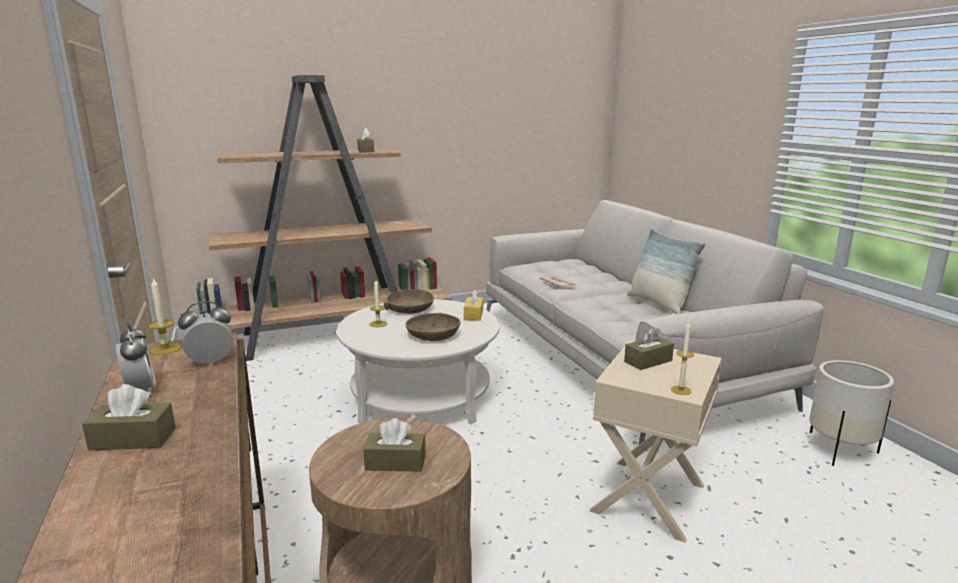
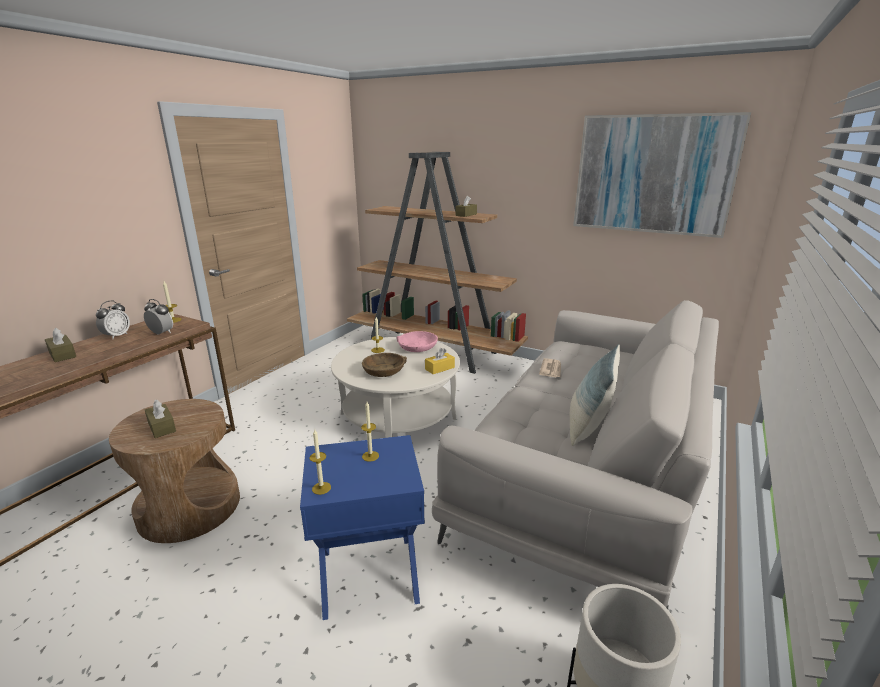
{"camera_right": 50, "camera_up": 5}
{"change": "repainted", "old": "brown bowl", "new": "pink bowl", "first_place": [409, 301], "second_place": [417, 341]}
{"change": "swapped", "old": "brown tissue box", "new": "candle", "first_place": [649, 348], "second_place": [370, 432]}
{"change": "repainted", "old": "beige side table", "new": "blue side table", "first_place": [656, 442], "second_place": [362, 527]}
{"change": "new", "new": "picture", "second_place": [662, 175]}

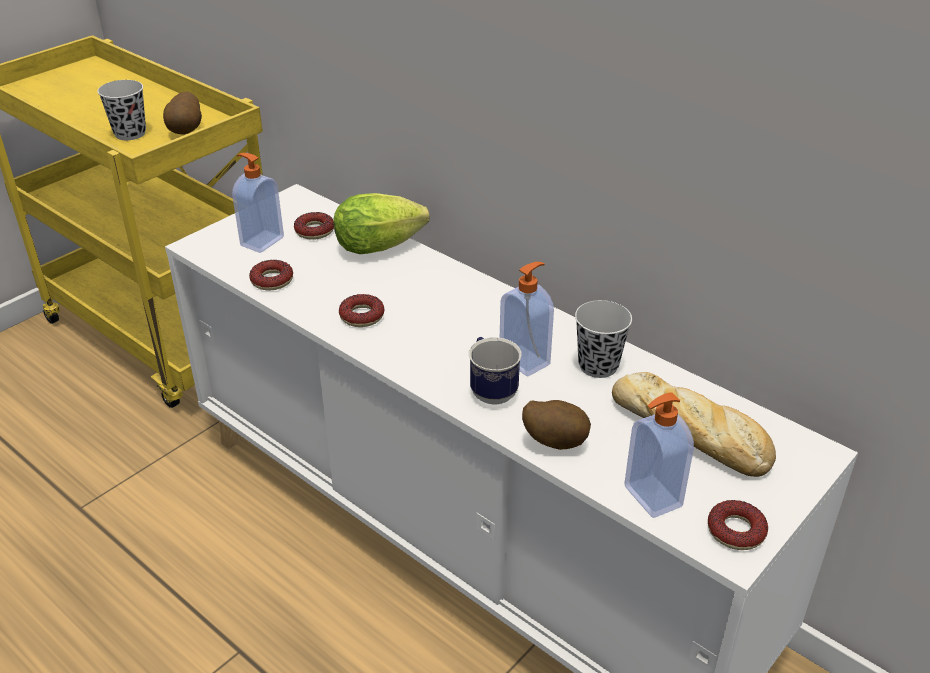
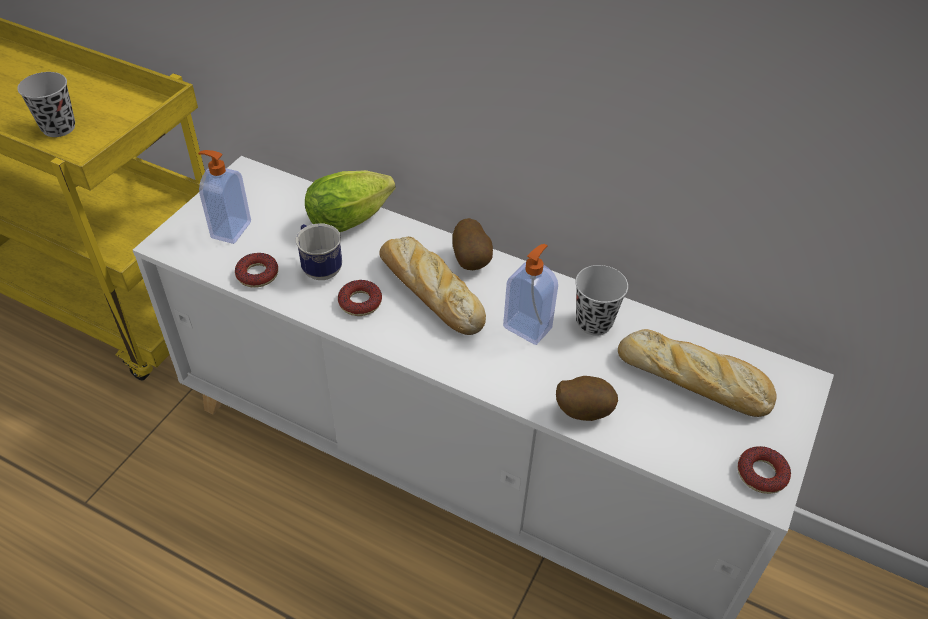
{"camera_right": -15, "camera_up": 10}
{"change": "shifted", "old": "potato", "first_place": [182, 113], "second_place": [472, 244]}
{"change": "gone", "old": "donut", "first_place": [314, 226]}
{"change": "shifted", "old": "mug", "first_place": [495, 371], "second_place": [319, 252]}
{"change": "gone", "old": "soap dispenser", "first_place": [659, 455]}
{"change": "new", "new": "bread", "second_place": [432, 286]}

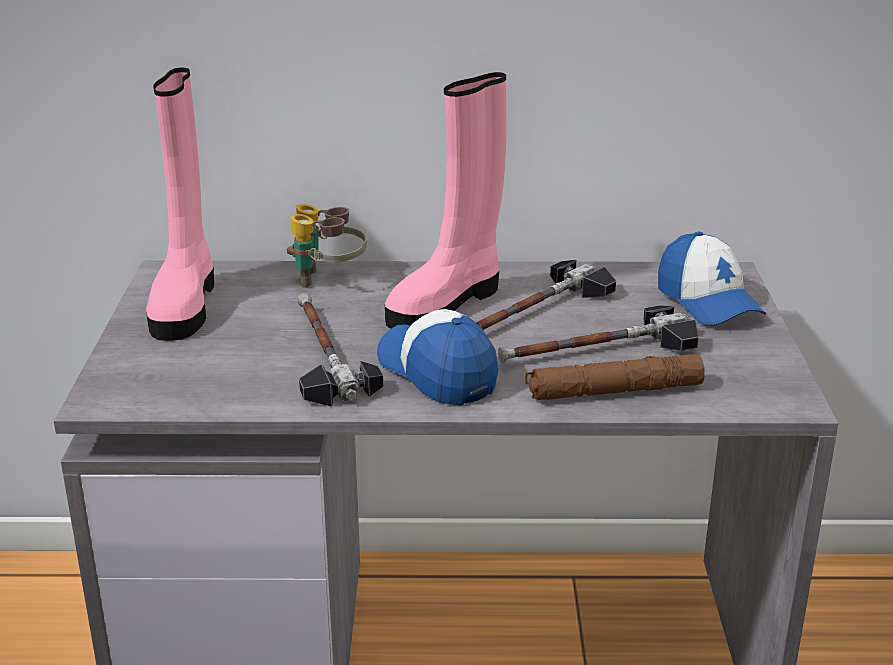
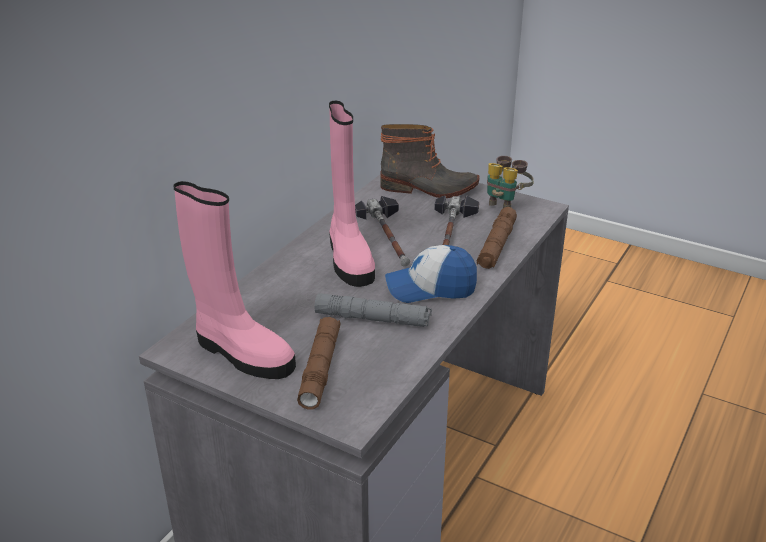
{"camera_right": -60, "camera_up": 5}
{"change": "shifted", "old": "binoculars", "first_place": [327, 246], "second_place": [510, 182]}
{"change": "swapped", "old": "cap", "new": "boot", "first_place": [712, 278], "second_place": [430, 161]}
{"change": "swapped", "old": "hammer", "new": "grey flashlight", "first_place": [340, 350], "second_place": [373, 310]}
{"change": "new", "new": "brown flashlight", "second_place": [319, 363]}

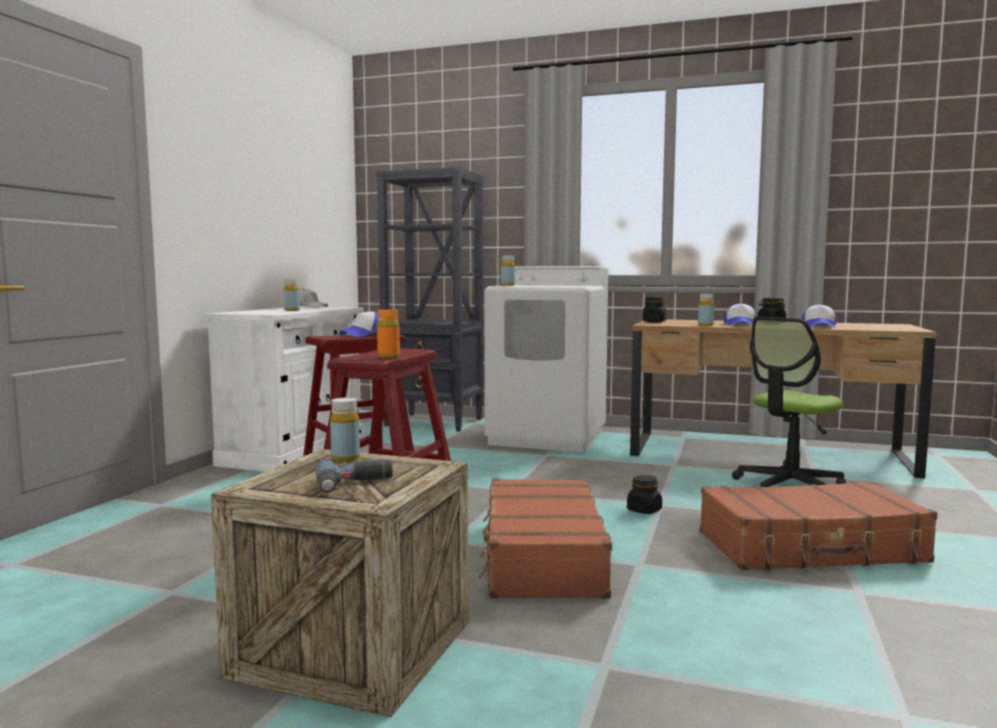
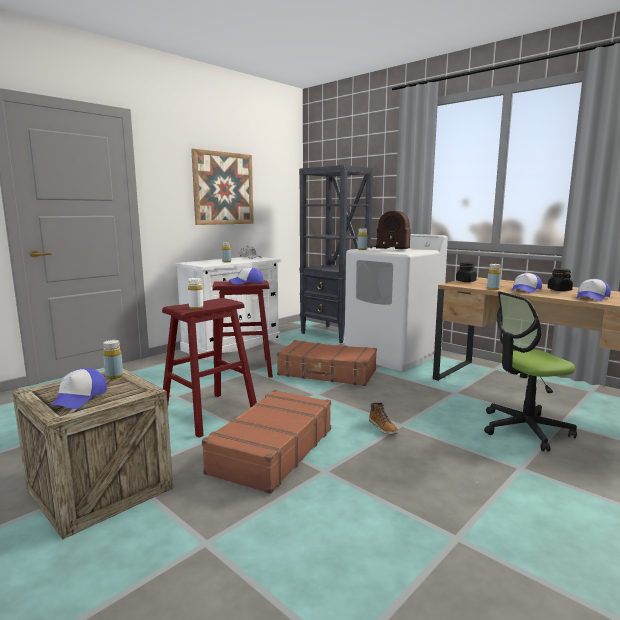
{"camera_right": 25, "camera_up": 5}
{"change": "repainted", "old": "orange bottle", "new": "white bottle", "first_place": [388, 334], "second_place": [195, 294]}
{"change": "swapped", "old": "power drill", "new": "cap", "first_place": [354, 476], "second_place": [79, 388]}
{"change": "swapped", "old": "black jar", "new": "boot", "first_place": [644, 494], "second_place": [384, 418]}
{"change": "shifted", "old": "brown suitcase", "first_place": [819, 525], "second_place": [327, 363]}
{"change": "new", "new": "picture", "second_place": [222, 187]}
{"change": "new", "new": "radio", "second_place": [390, 230]}

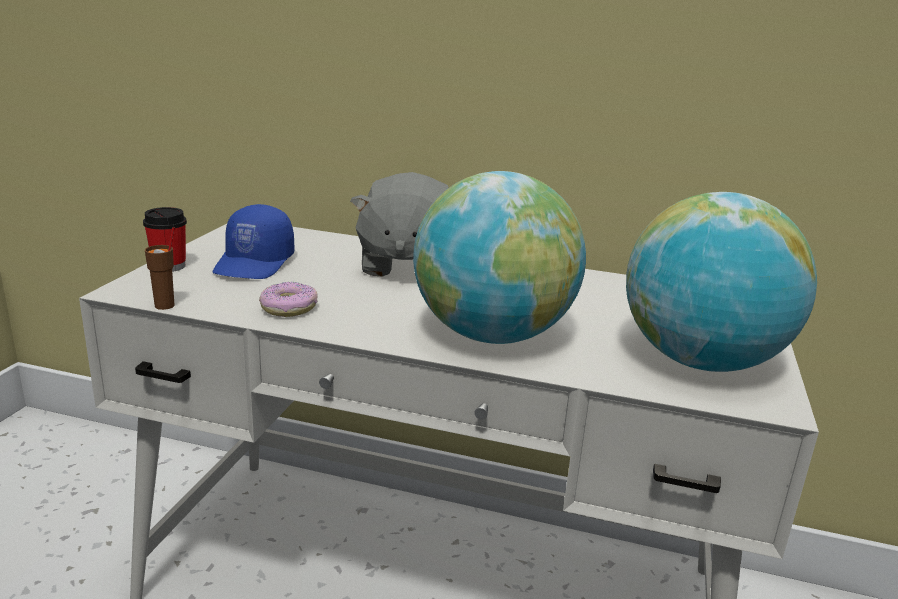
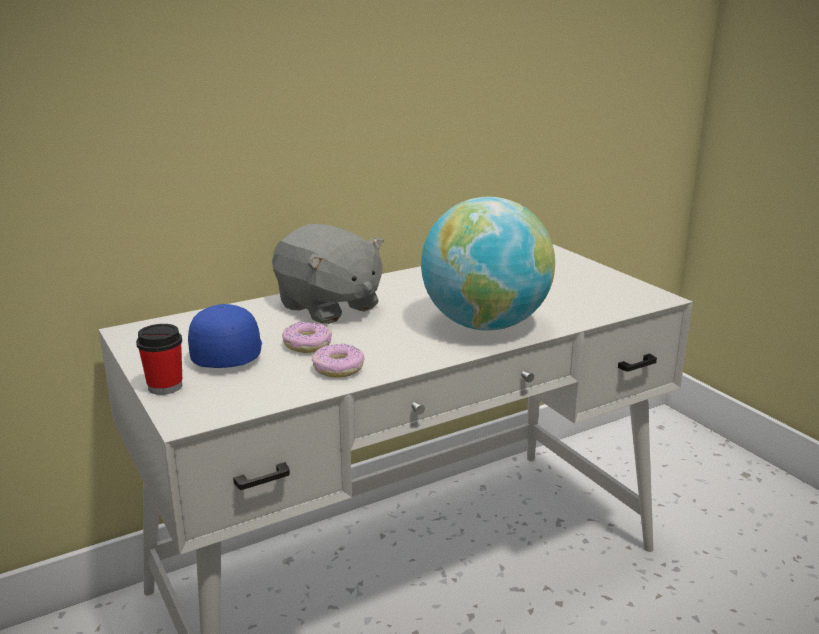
{"camera_right": -45, "camera_up": 0}
{"change": "gone", "old": "globe", "first_place": [721, 282]}
{"change": "rotated", "old": "blue cap", "first_place": [253, 241], "second_place": [225, 336], "degrees": -150}
{"change": "gone", "old": "brown cup", "first_place": [160, 268]}
{"change": "new", "new": "donut", "second_place": [307, 337]}

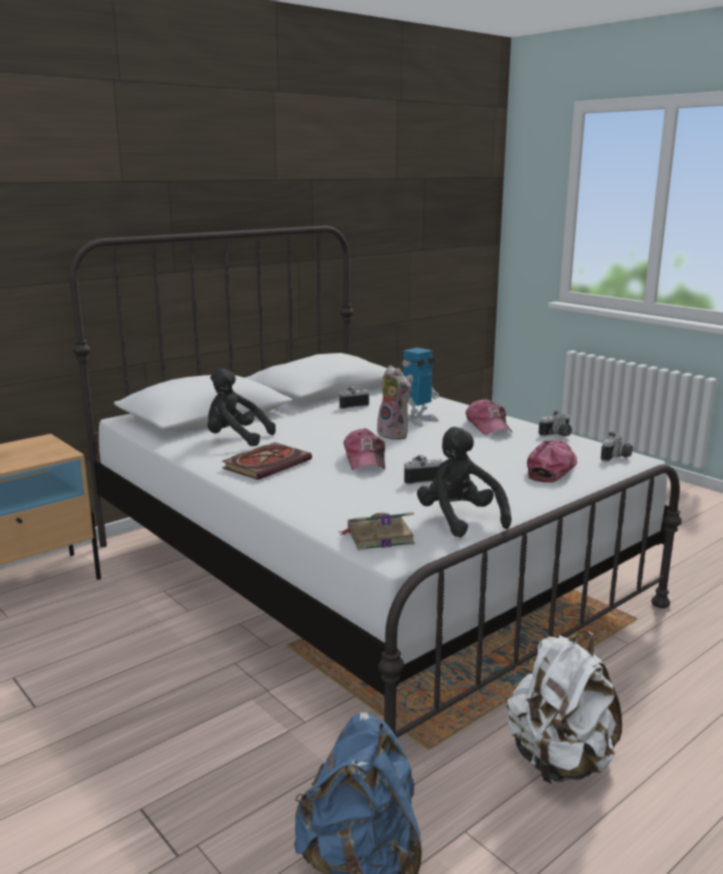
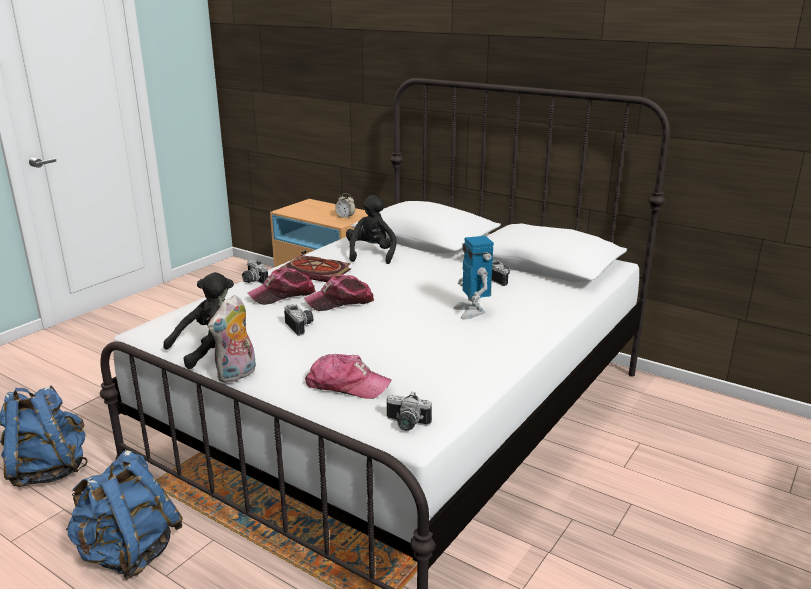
{"camera_right": 75, "camera_up": 5}
{"change": "rotated", "old": "toy robot", "first_place": [420, 387], "second_place": [473, 277], "degrees": 45}
{"change": "shifted", "old": "plush toy", "first_place": [394, 402], "second_place": [232, 339]}
{"change": "shifted", "old": "cap", "first_place": [489, 417], "second_place": [281, 286]}
{"change": "shifted", "old": "photo camera", "first_place": [555, 424], "second_place": [255, 272]}
{"change": "gone", "old": "book", "first_place": [377, 531]}
{"change": "repainted", "old": "white backpack", "new": "blue backpack", "first_place": [564, 707], "second_place": [124, 515]}
{"change": "new", "new": "alarm clock", "second_place": [345, 206]}

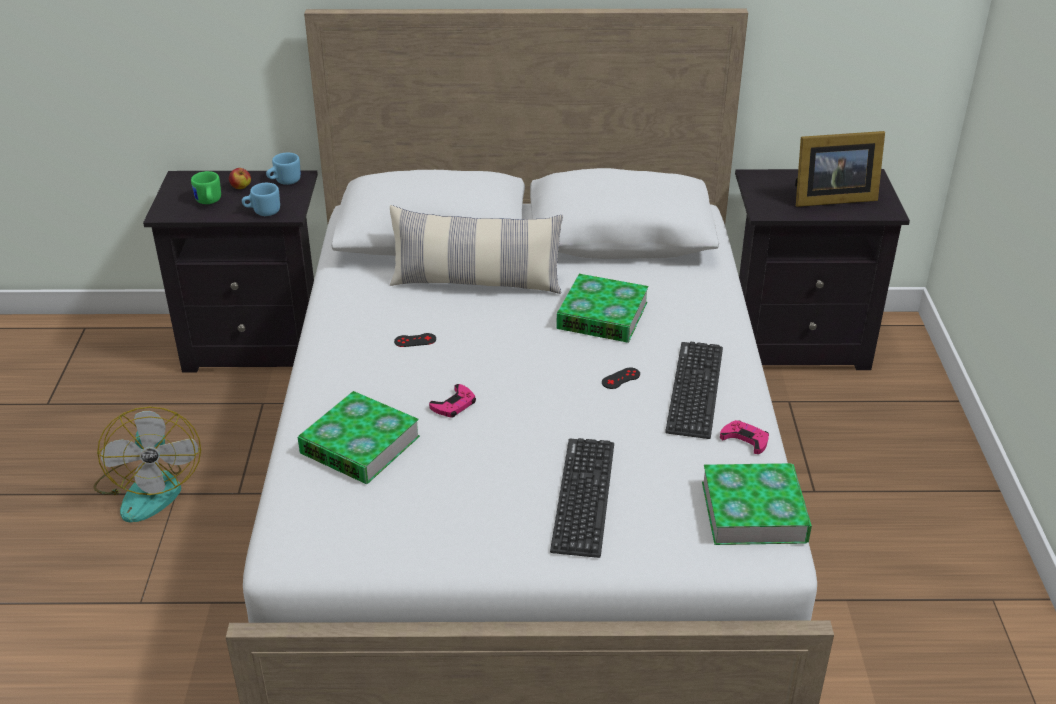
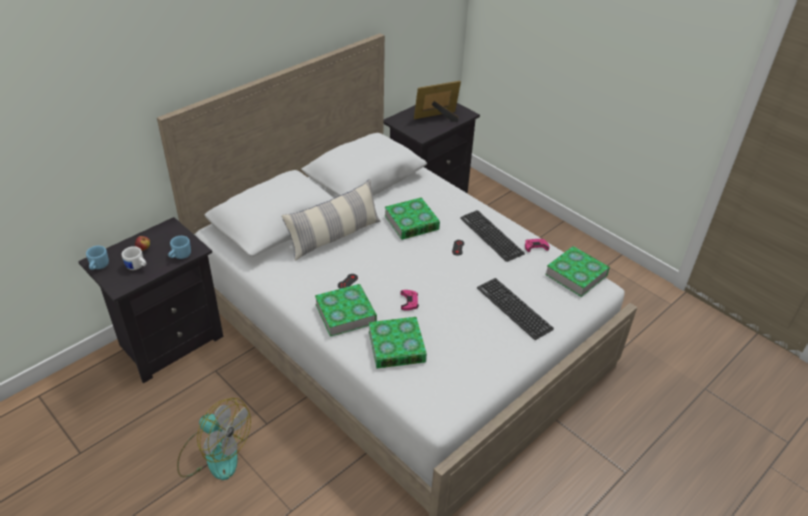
{"camera_right": -45, "camera_up": 5}
{"change": "rotated", "old": "picture frame", "first_place": [840, 169], "second_place": [437, 101], "degrees": -150}
{"change": "shifted", "old": "blue mug", "first_place": [283, 169], "second_place": [97, 258]}
{"change": "repainted", "old": "green mug", "new": "white mug", "first_place": [206, 187], "second_place": [134, 258]}
{"change": "new", "new": "book", "second_place": [346, 310]}

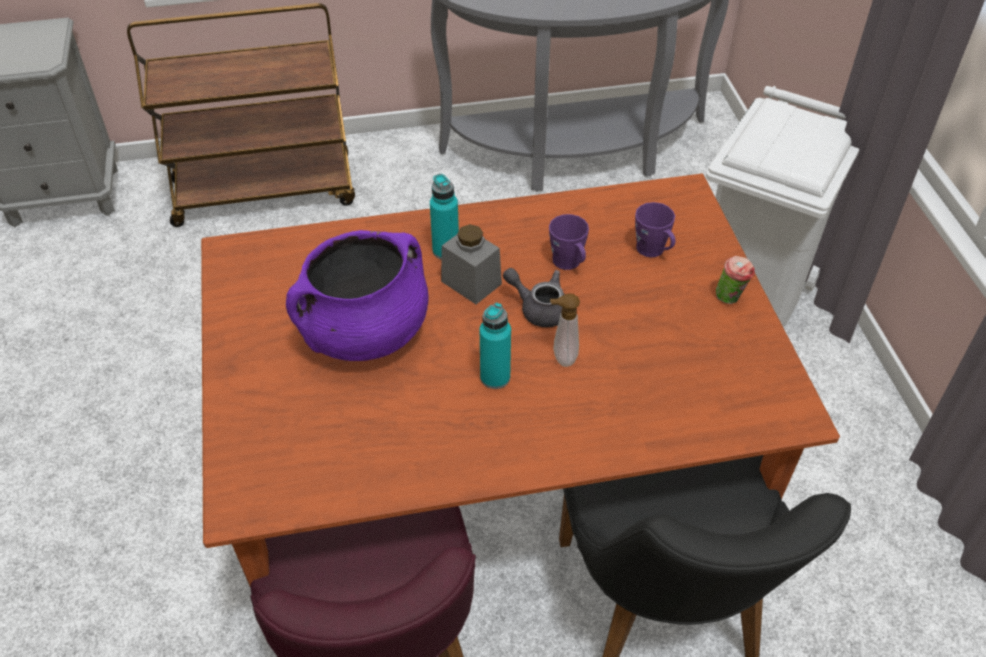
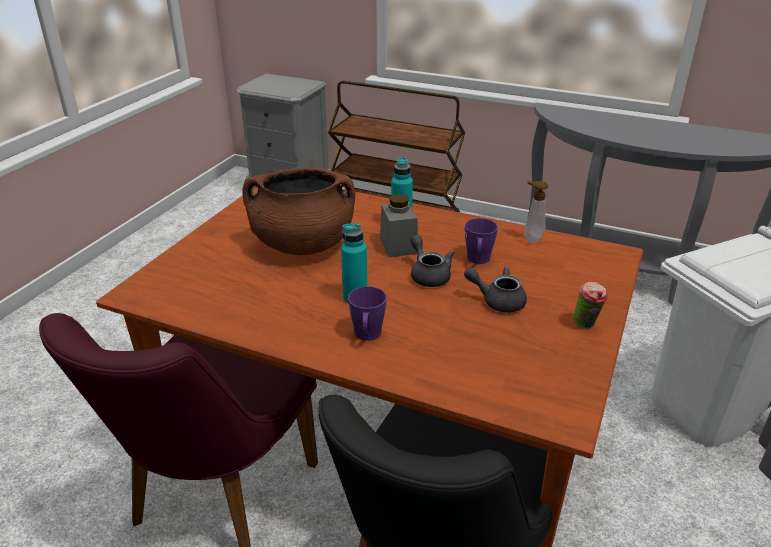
{"camera_right": 35, "camera_up": -15}
{"change": "shifted", "old": "purple mug", "first_place": [655, 229], "second_place": [367, 313]}
{"change": "repainted", "old": "purple cooking pot", "new": "brown cooking pot", "first_place": [357, 295], "second_place": [298, 211]}
{"change": "shifted", "old": "soap dispenser", "first_place": [565, 330], "second_place": [536, 212]}
{"change": "new", "new": "grey teapot", "second_place": [495, 289]}

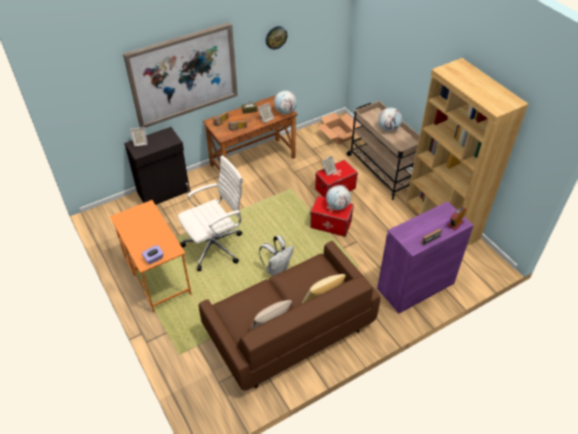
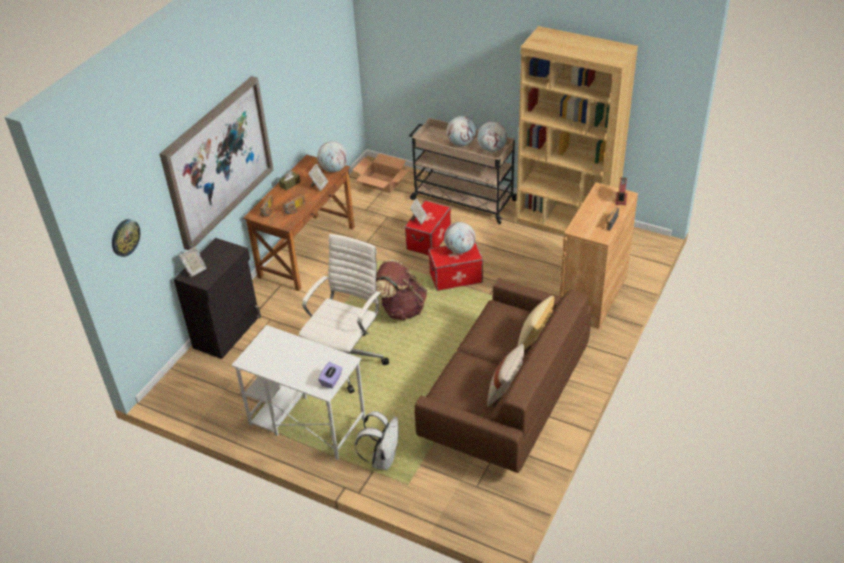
{"camera_right": -30, "camera_up": -5}
{"change": "shifted", "old": "wall clock", "first_place": [276, 38], "second_place": [126, 238]}
{"change": "repainted", "old": "orange desk", "new": "white desk", "first_place": [151, 256], "second_place": [298, 392]}
{"change": "repainted", "old": "purple cabinet", "new": "brown cabinet", "first_place": [425, 257], "second_place": [598, 255]}
{"change": "shifted", "old": "white backpack", "first_place": [276, 255], "second_place": [377, 440]}
{"change": "new", "new": "globe", "second_place": [492, 137]}
{"change": "new", "new": "brown backpack", "second_place": [401, 290]}

